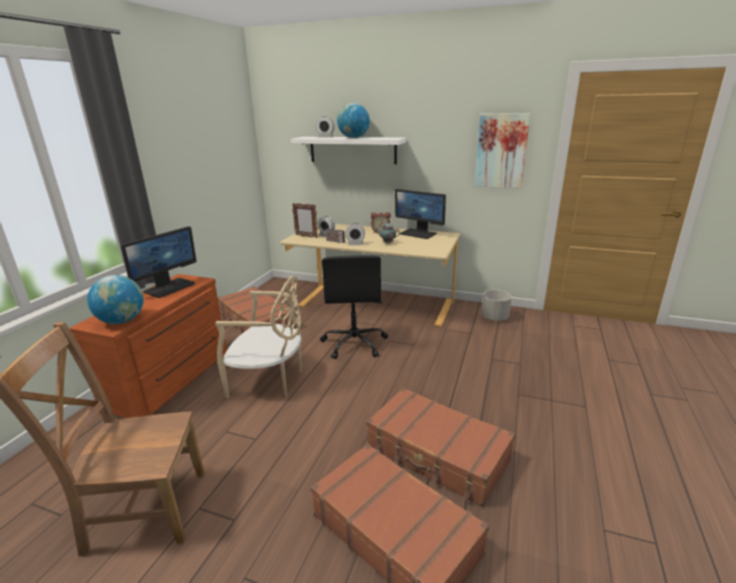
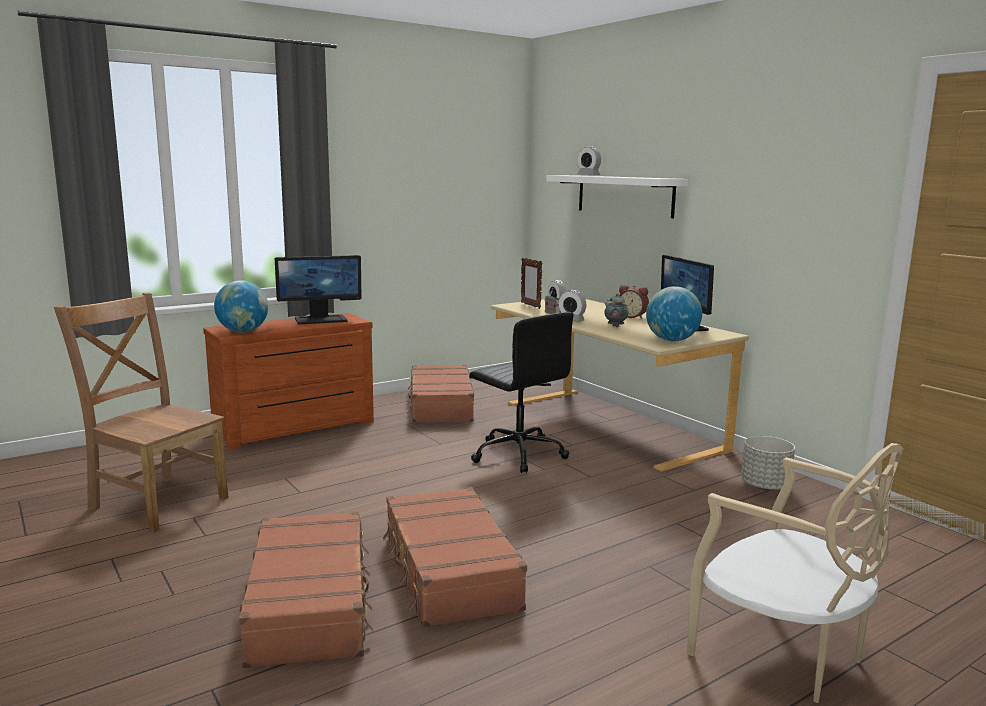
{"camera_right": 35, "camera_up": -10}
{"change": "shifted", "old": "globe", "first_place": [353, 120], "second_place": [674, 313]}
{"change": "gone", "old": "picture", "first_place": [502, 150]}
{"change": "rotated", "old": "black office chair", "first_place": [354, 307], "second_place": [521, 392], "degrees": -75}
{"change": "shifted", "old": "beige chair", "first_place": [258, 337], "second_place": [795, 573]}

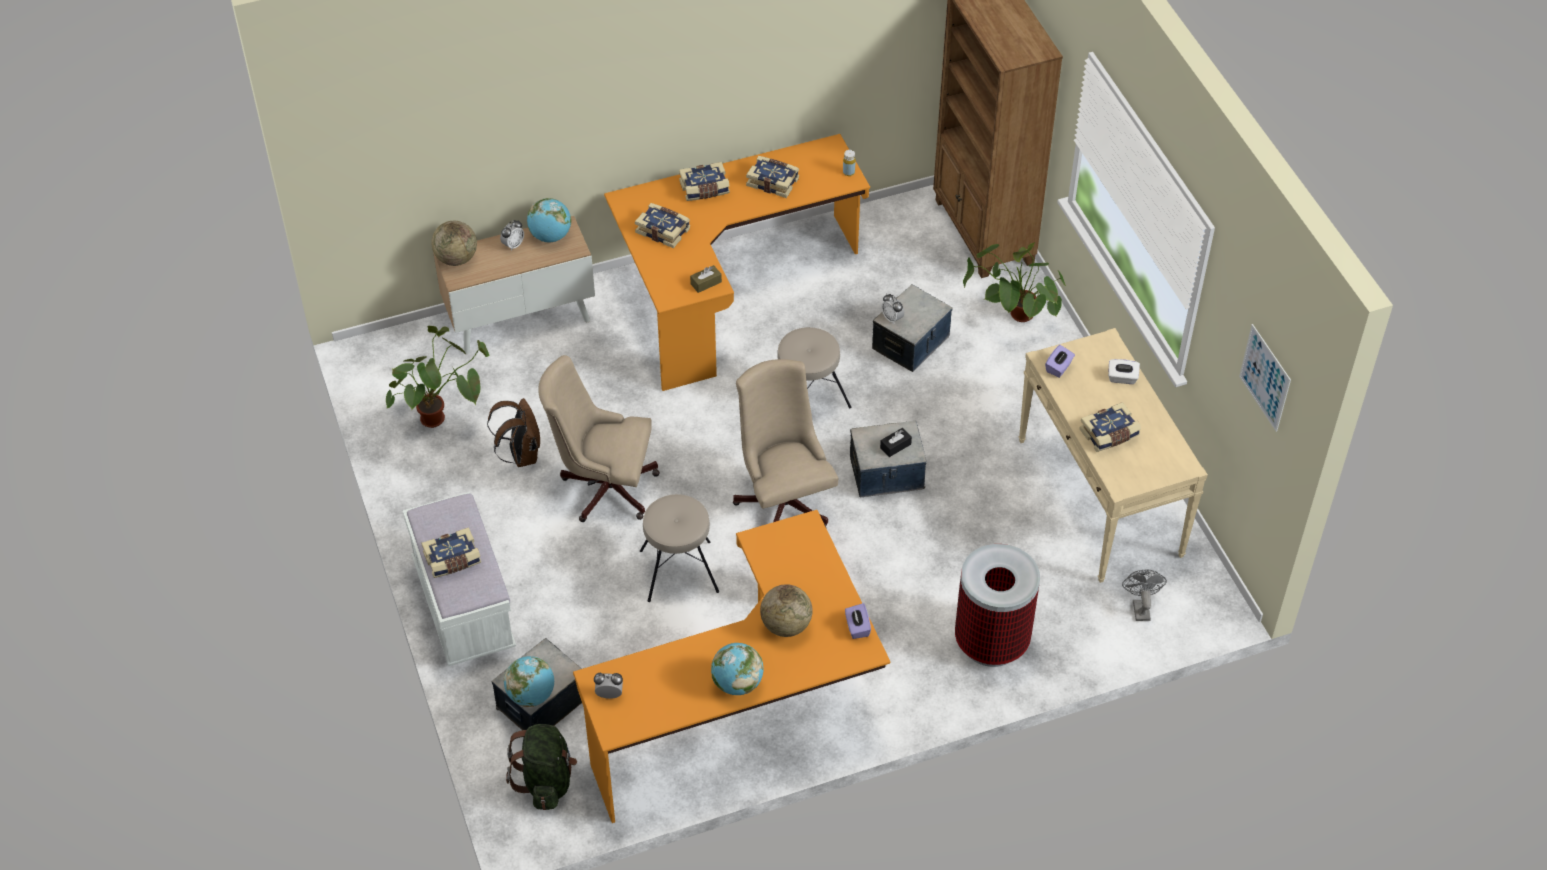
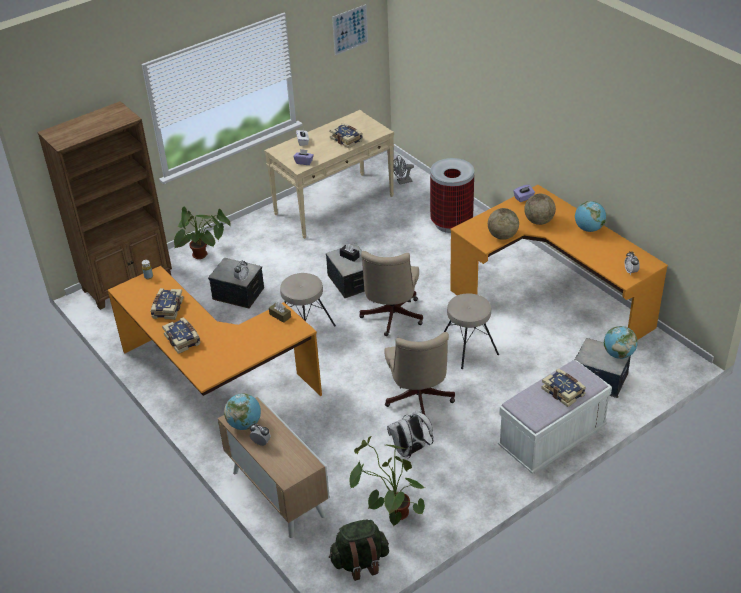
{"camera_right": -105, "camera_up": -10}
{"change": "gone", "old": "book", "first_place": [662, 225]}
{"change": "shifted", "old": "globe", "first_place": [454, 243], "second_place": [503, 224]}
{"change": "rotated", "old": "beige office chair", "first_place": [785, 443], "second_place": [391, 293], "degrees": -45}
{"change": "repainted", "old": "brown backpack", "new": "white backpack", "first_place": [513, 432], "second_place": [410, 433]}
{"change": "shifted", "old": "green backpack", "first_place": [541, 767], "second_place": [359, 550]}

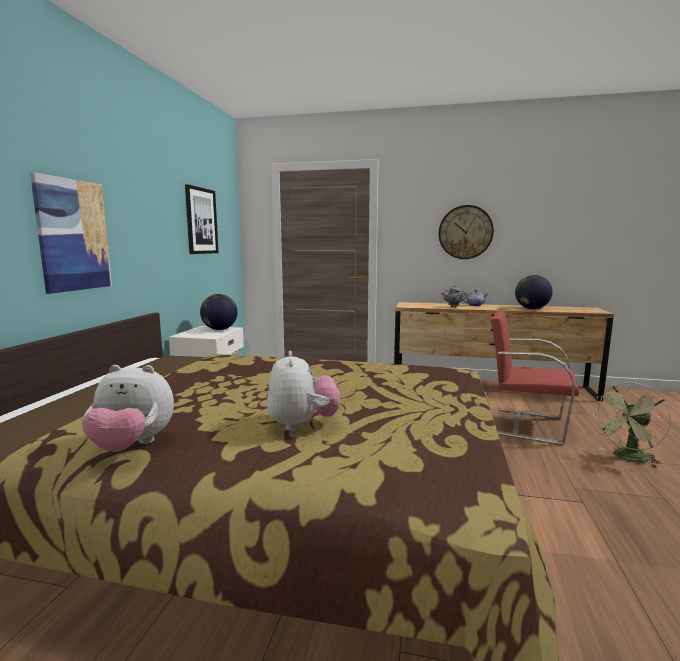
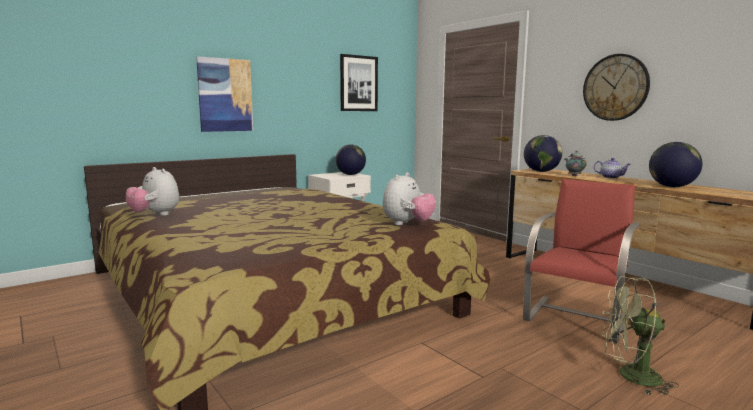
{"camera_right": 40, "camera_up": 0}
{"change": "rotated", "old": "red chair", "first_place": [535, 377], "second_place": [581, 261], "degrees": 60}
{"change": "shifted", "old": "plush toy", "first_place": [303, 391], "second_place": [409, 199]}
{"change": "new", "new": "globe", "second_place": [543, 153]}

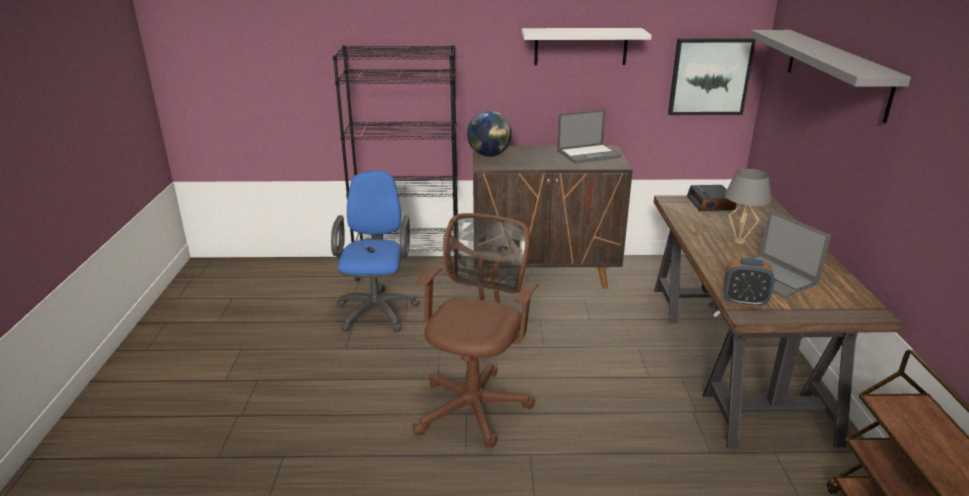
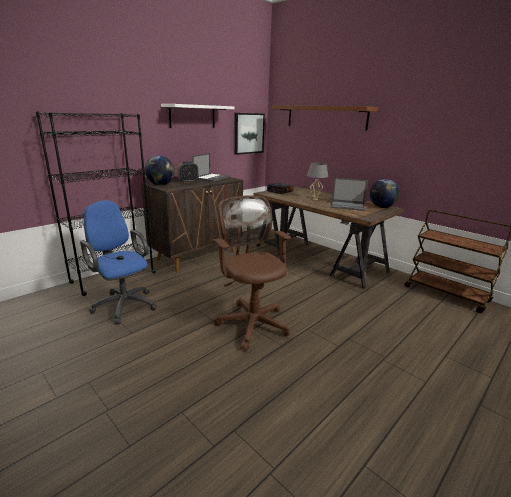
{"camera_right": -45, "camera_up": -5}
{"change": "repainted", "old": "grey shelf", "new": "brown shelf", "first_place": [831, 76], "second_place": [325, 118]}
{"change": "shifted", "old": "alarm clock", "first_place": [749, 282], "second_place": [187, 172]}
{"change": "new", "new": "globe", "second_place": [385, 193]}

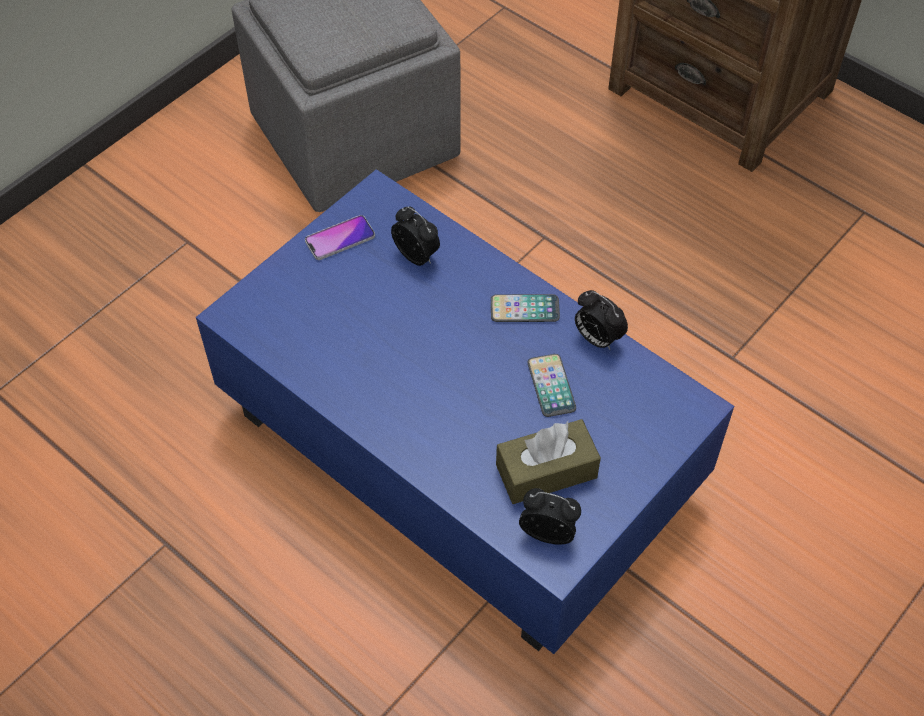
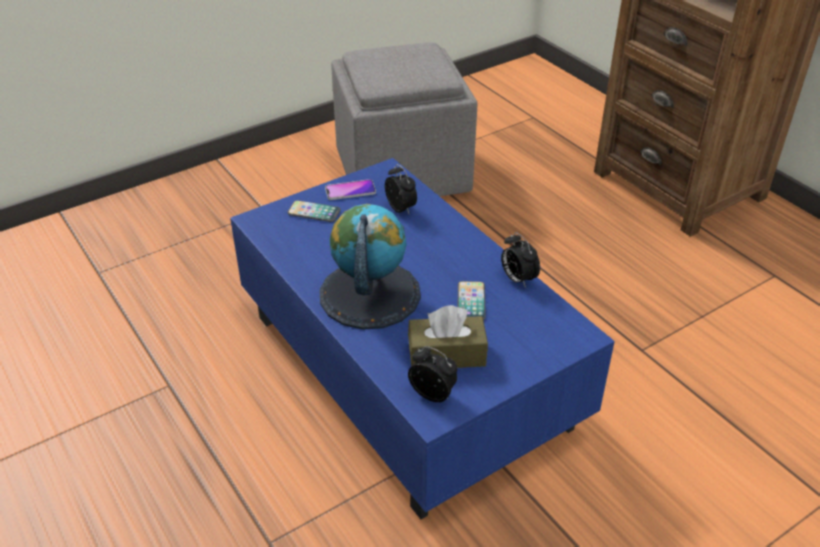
{"camera_right": 15, "camera_up": -15}
{"change": "shifted", "old": "phone", "first_place": [525, 308], "second_place": [314, 211]}
{"change": "new", "new": "globe", "second_place": [370, 267]}

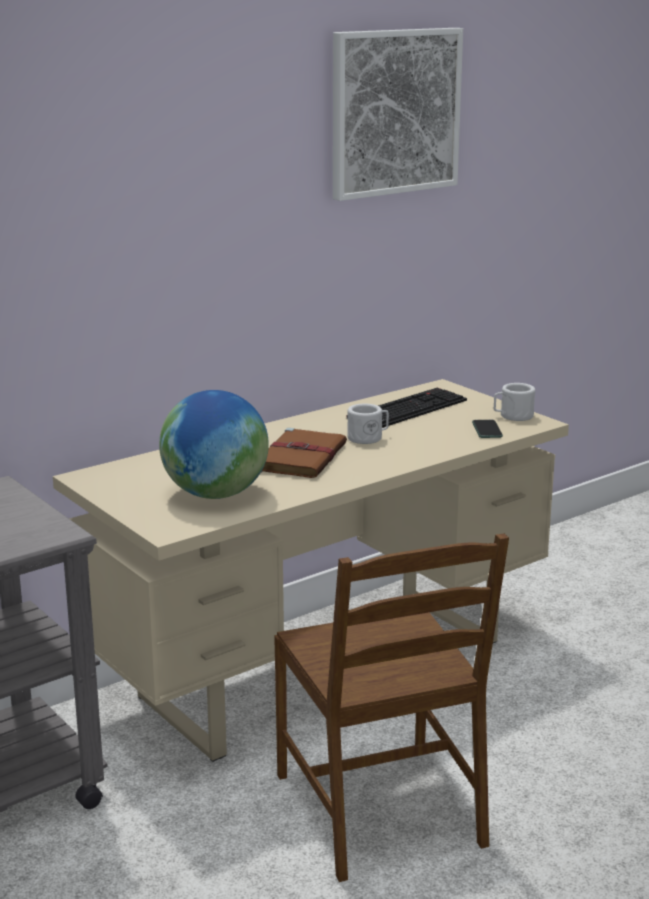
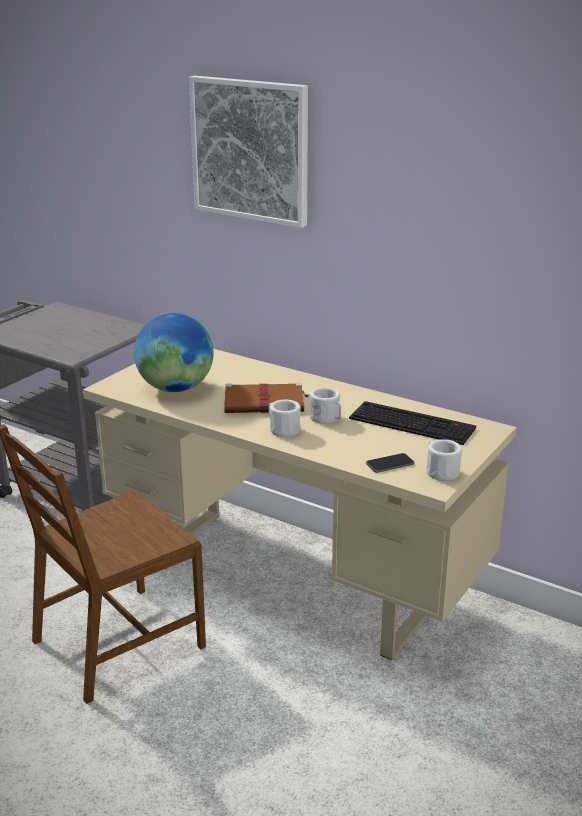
{"camera_right": 70, "camera_up": 5}
{"change": "shifted", "old": "picture", "first_place": [398, 114], "second_place": [248, 152]}
{"change": "new", "new": "white mug", "second_place": [285, 418]}

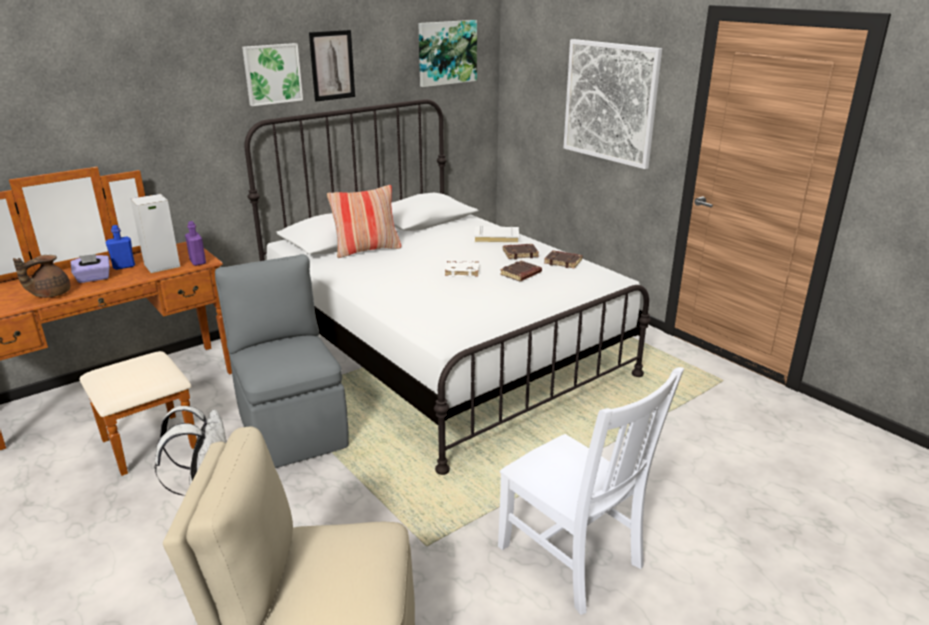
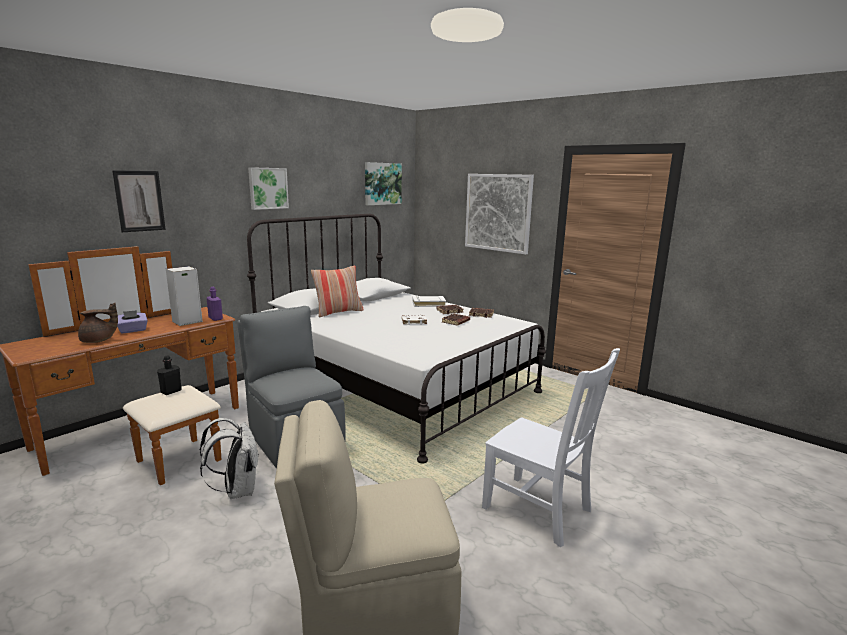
{"camera_right": -10, "camera_up": -10}
{"change": "shifted", "old": "picture", "first_place": [332, 65], "second_place": [139, 201]}
{"change": "gone", "old": "blue bottle", "first_place": [120, 247]}
{"change": "rotated", "old": "brown teapot", "first_place": [41, 276], "second_place": [98, 323], "degrees": -135}
{"change": "new", "new": "black bottle", "second_place": [169, 375]}

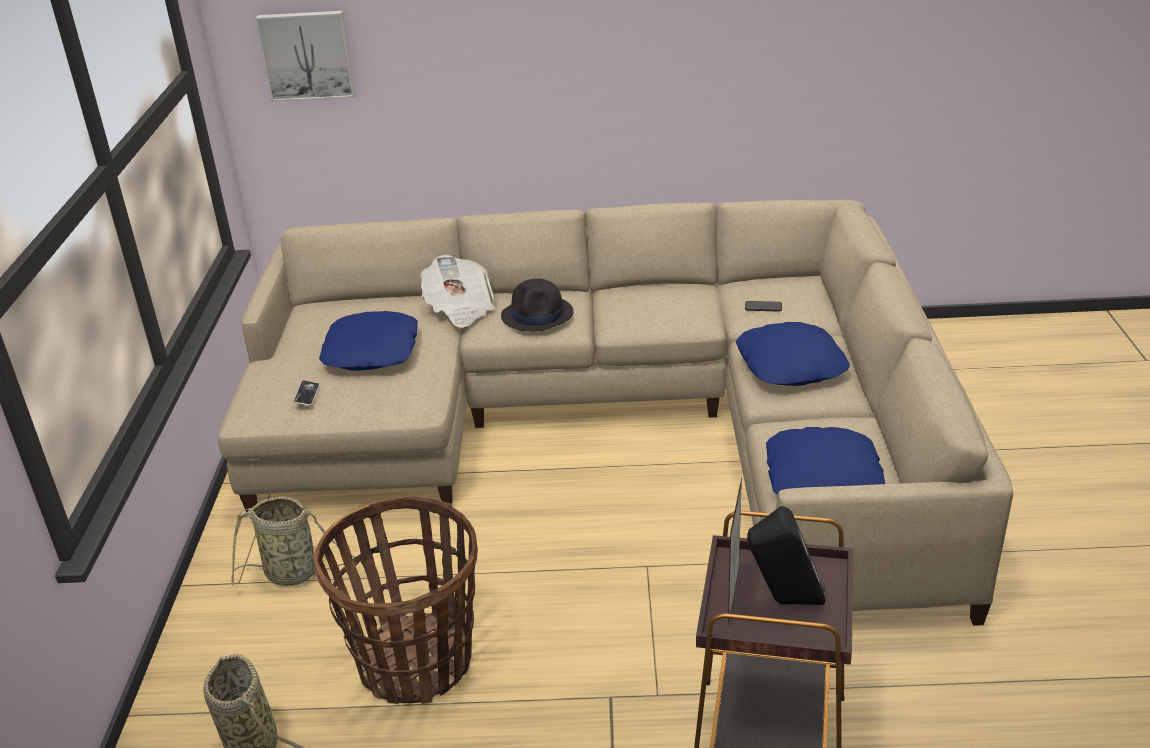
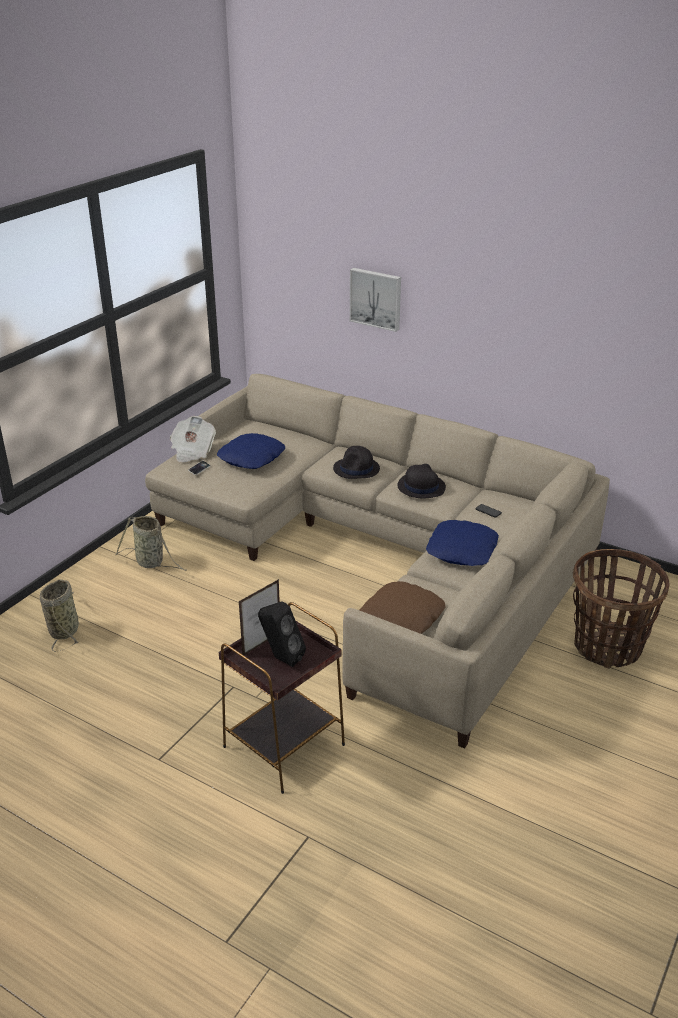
{"camera_right": 30, "camera_up": 0}
{"change": "shifted", "old": "picture", "first_place": [305, 56], "second_place": [375, 300]}
{"change": "shifted", "old": "newspaper", "first_place": [458, 291], "second_place": [193, 439]}
{"change": "repainted", "old": "blue pillow", "new": "brown pillow", "first_place": [825, 461], "second_place": [402, 607]}
{"change": "shifted", "old": "basket", "first_place": [396, 600], "second_place": [621, 609]}
{"change": "new", "new": "black hat", "second_place": [421, 481]}

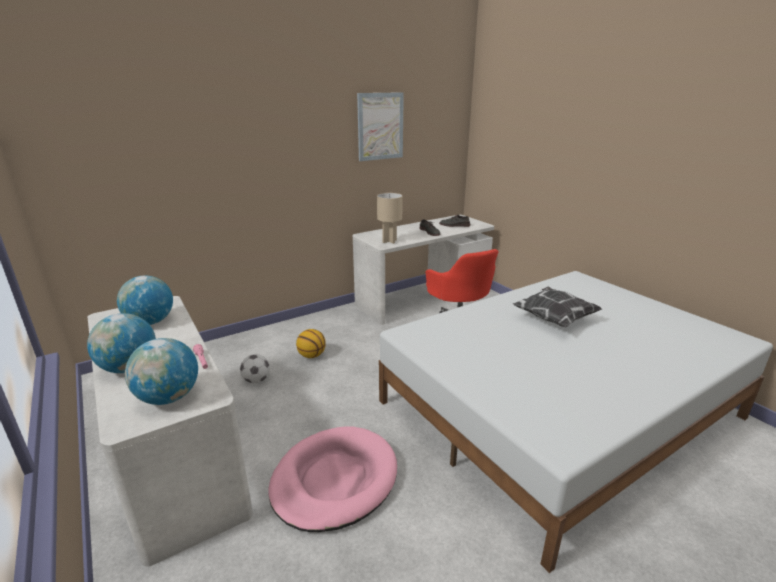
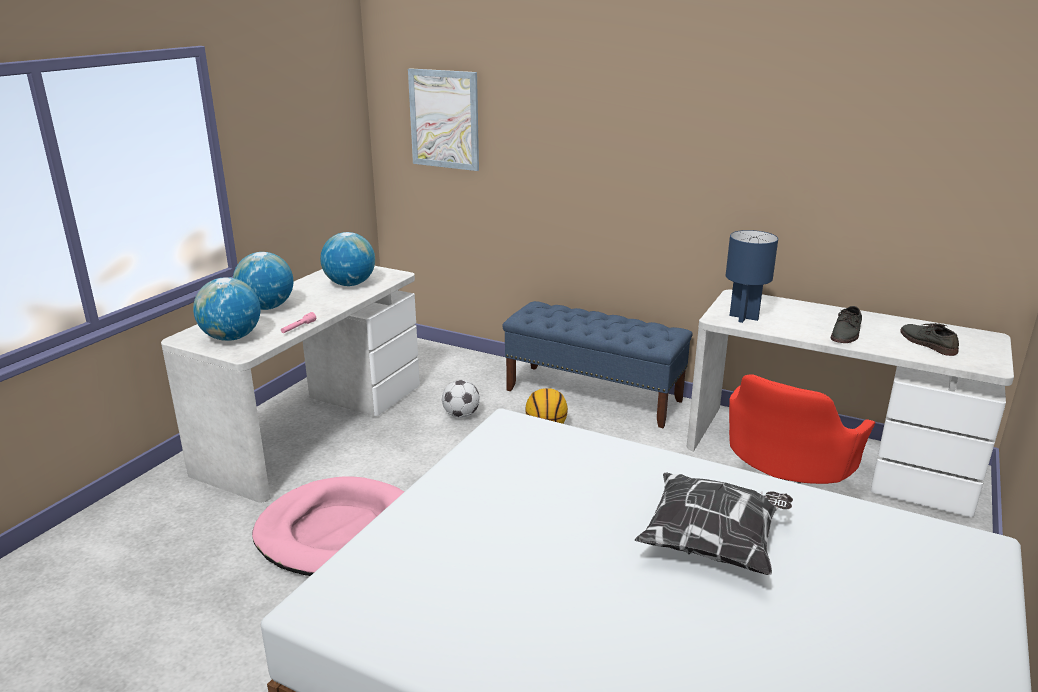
{"camera_right": 60, "camera_up": 0}
{"change": "shifted", "old": "picture", "first_place": [380, 126], "second_place": [443, 119]}
{"change": "repainted", "old": "beige table lamp", "new": "blue table lamp", "first_place": [390, 218], "second_place": [752, 276]}
{"change": "new", "new": "blue bench", "second_place": [597, 364]}

